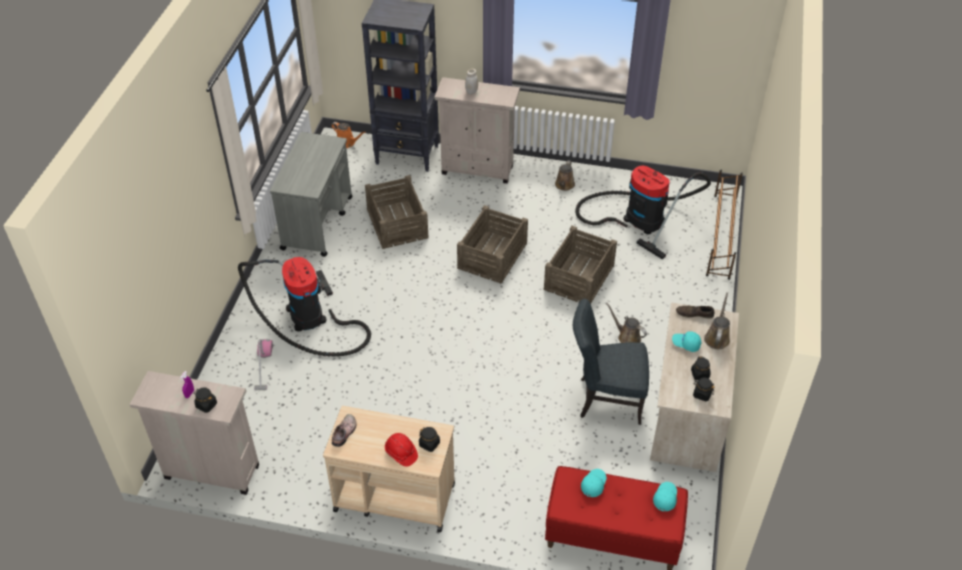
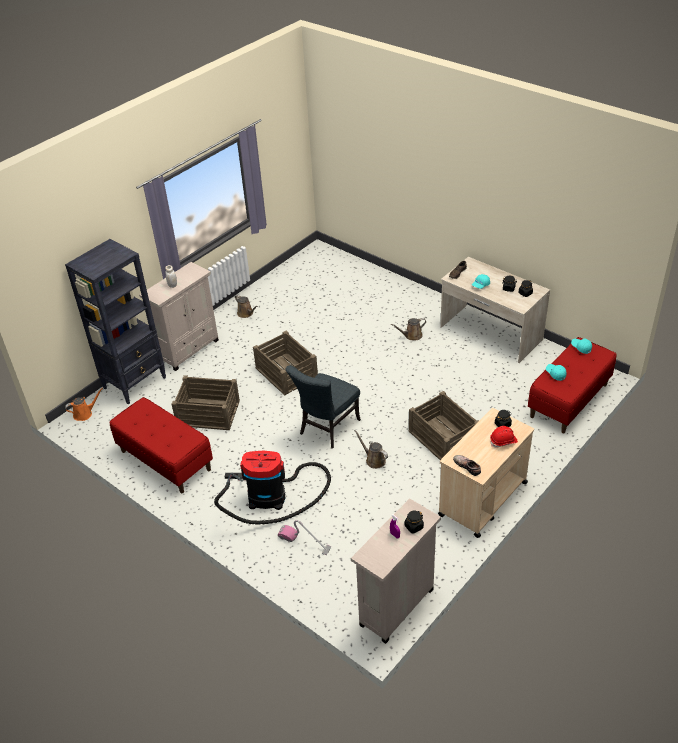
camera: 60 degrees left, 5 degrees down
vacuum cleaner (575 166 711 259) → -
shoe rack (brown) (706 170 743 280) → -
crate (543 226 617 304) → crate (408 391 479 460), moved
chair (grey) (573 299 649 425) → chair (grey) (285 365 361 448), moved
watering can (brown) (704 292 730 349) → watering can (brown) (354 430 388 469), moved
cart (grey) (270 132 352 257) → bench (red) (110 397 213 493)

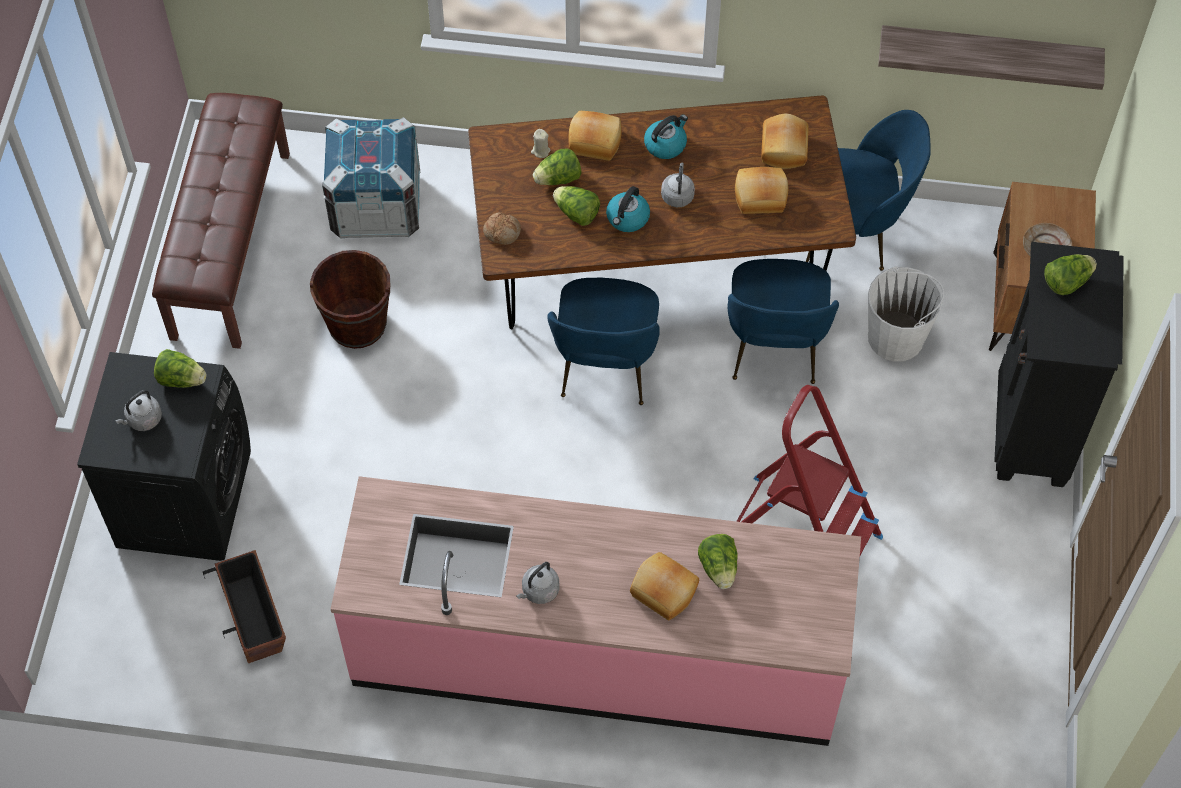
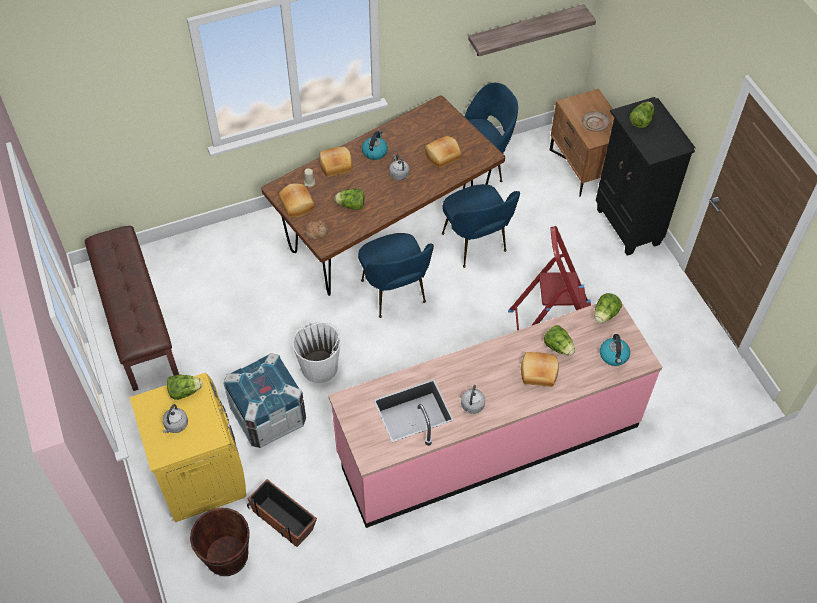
camera: 30 degrees left, 5 degrees down
bucket (brown) (310 250 391 349) → bucket (brown) (190 508 250 576), moved
crate (322 117 420 238) → crate (223 353 306 448), moved
lettuce (533 148 582 185) → lettuce (595 293 622 323), moved
kettle (606 186 650 232) → kettle (600 334 630 366), moved
bread (761 113 809 169) → bread (279 183 315 218), moved
bucket (white) (868 266 944 362) → bucket (white) (292 322 341 383), moved
washing machine (black) (77 352 251 561) → washing machine (yellow) (129 372 246 522)

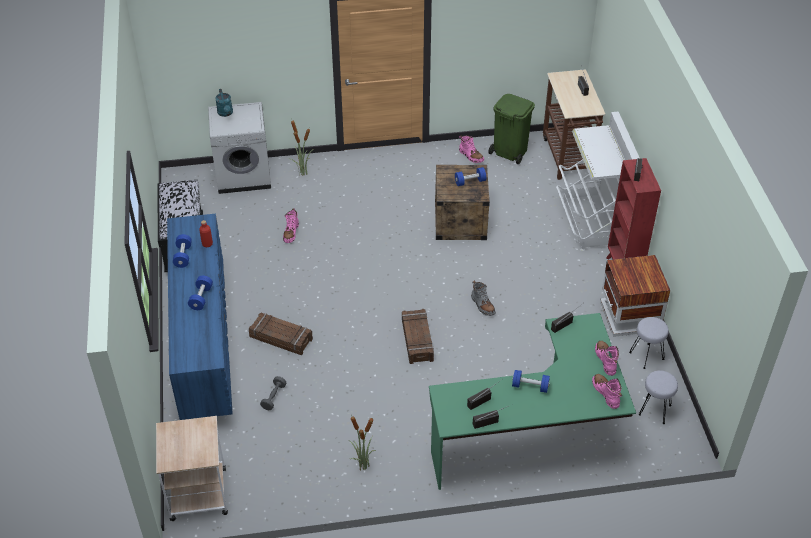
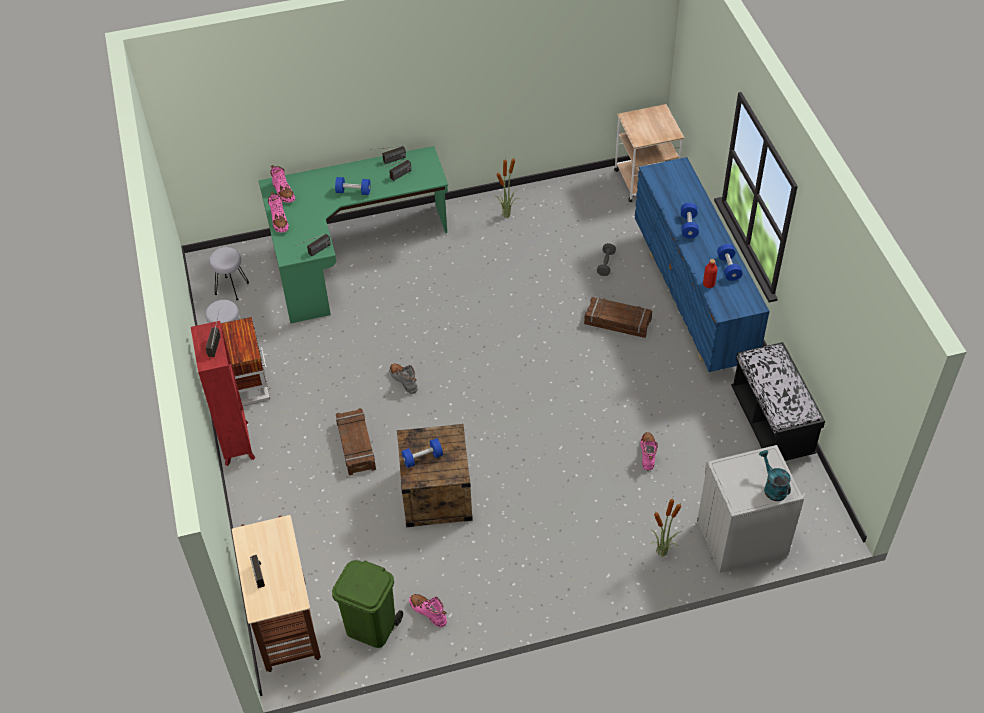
camera: 175 degrees right, 5 degrees up
shoe rack (white) (556 112 640 251) → -
crate (402 309 434 364) → crate (336 408 376 475), moved

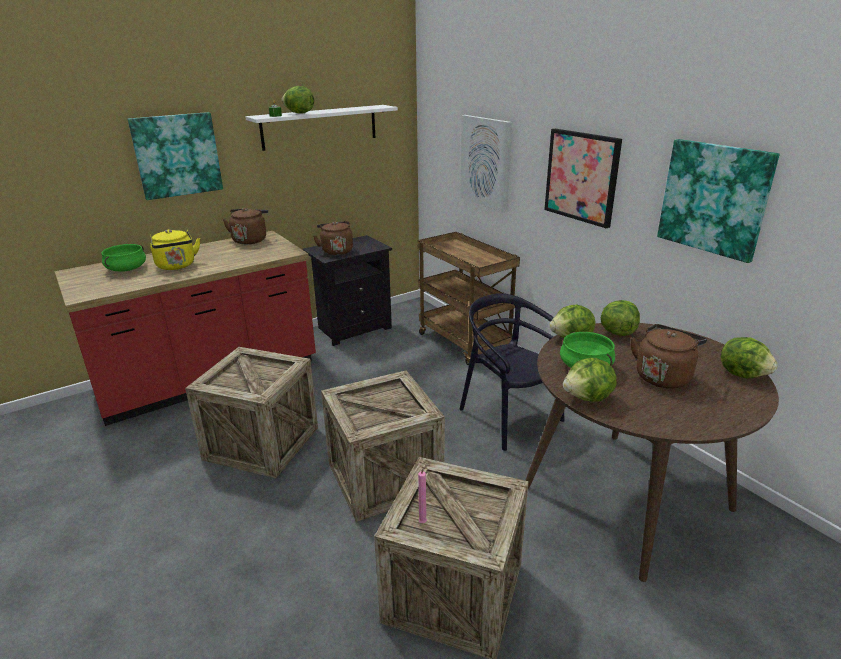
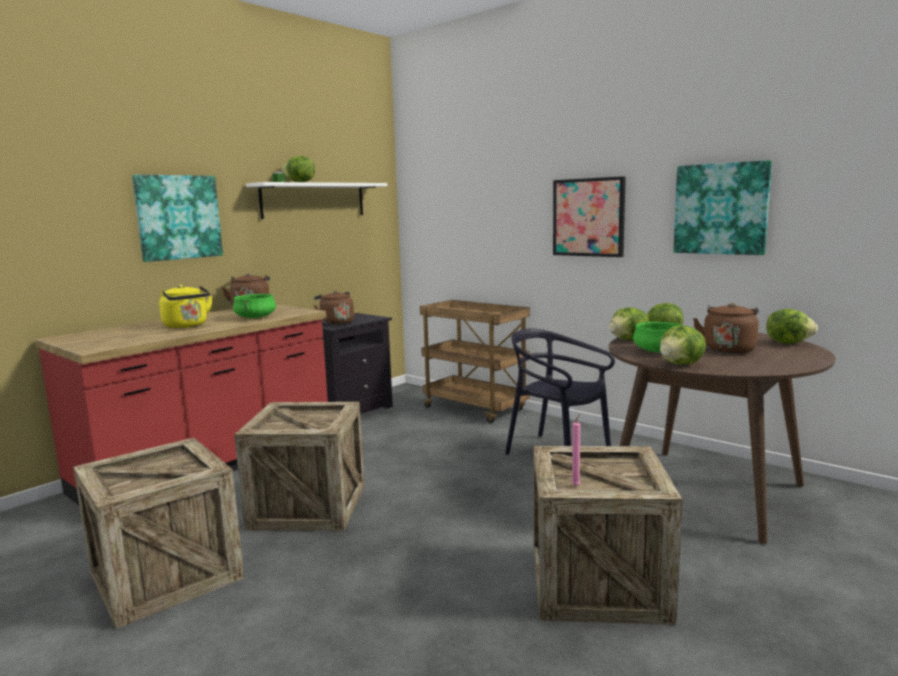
camera: 15 degrees left, 15 degrees down
picture (460 115 512 212) → -
cooking pot (green) (101 244 146 272) → cooking pot (green) (233 294 276 318), moved
crate (321 371 445 522) → crate (73 438 244 629), moved

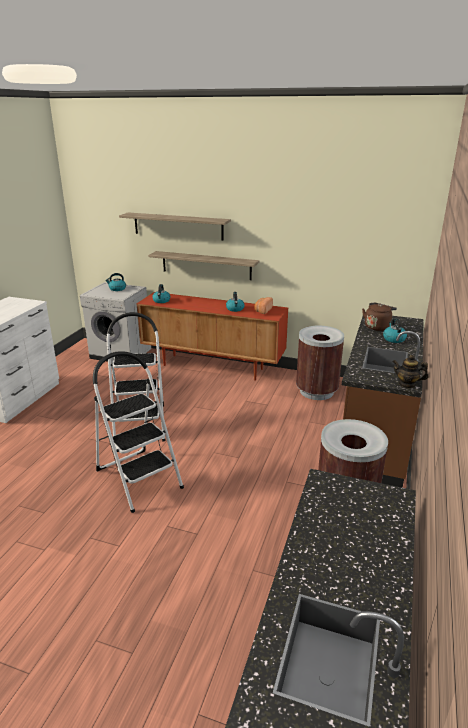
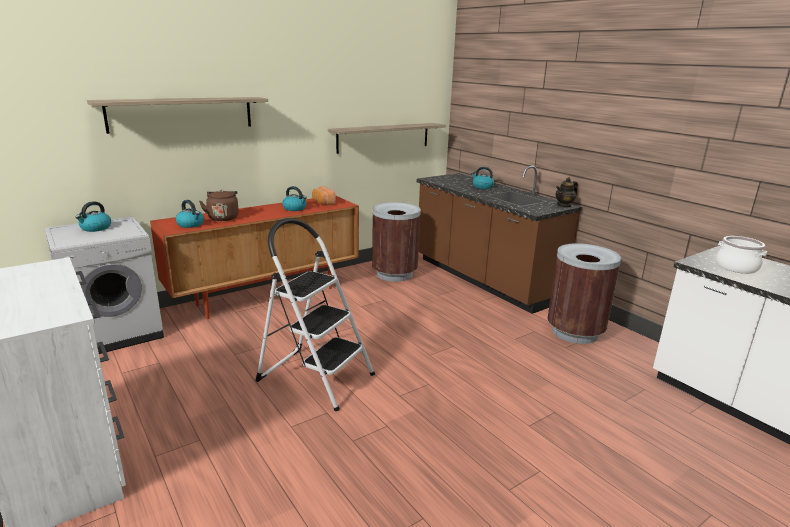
camera: 55 degrees left, 5 degrees down
step ladder (93 351 184 513) → -
- → cooking pot (716 236 767 274)
shelf (148 251 259 280) → shelf (328 123 446 154), moved
kettle (brown) (362 303 397 331) → kettle (brown) (199 190 239 221), moved

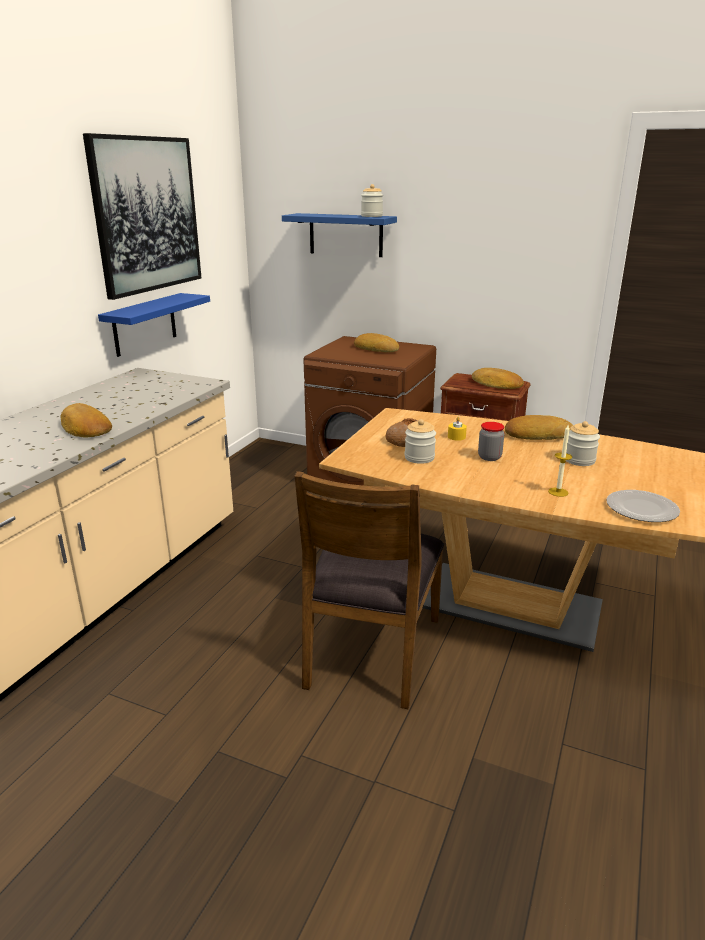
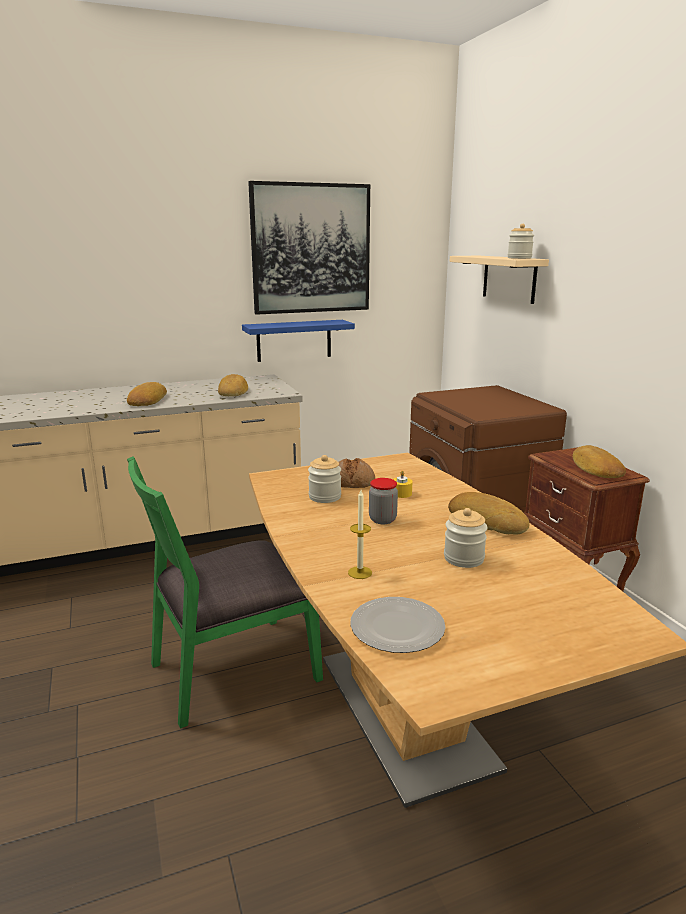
camera: 45 degrees right, 5 degrees down
bread (354 333 399 352) → bread (218 374 248 396), moved
shelf (blue) (282 213 397 257) → shelf (beige) (449 256 549 304)
chair (brown) (295 471 444 709) → chair (green) (127 456 323 729)

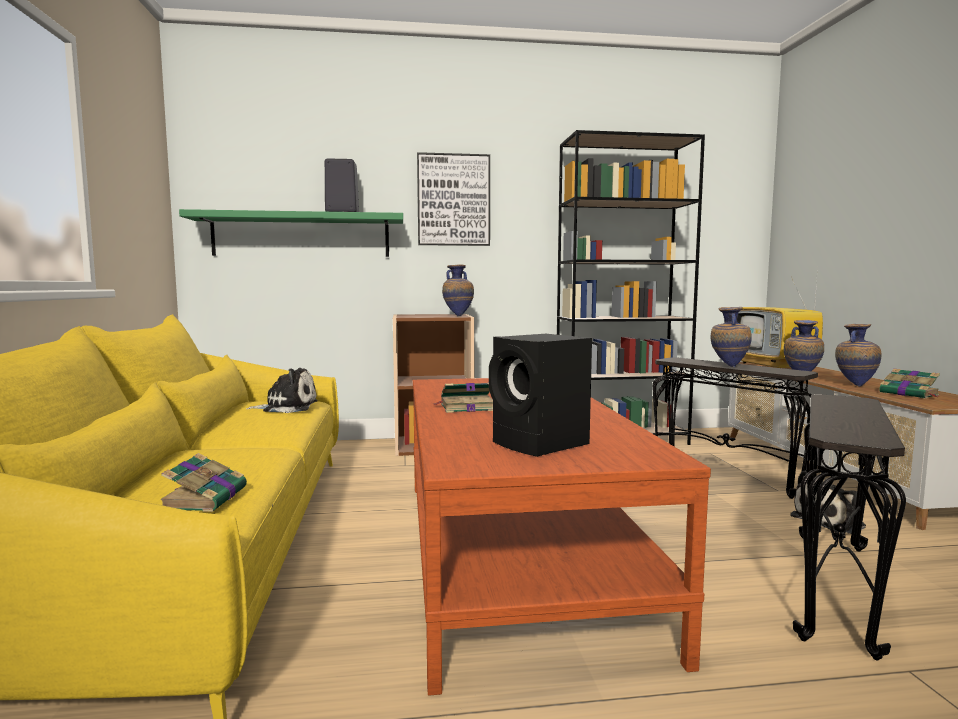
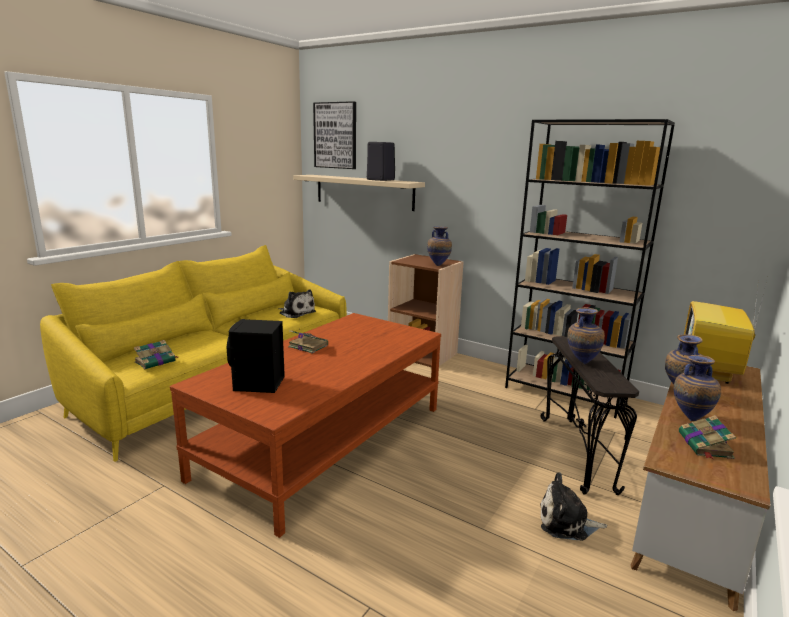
camera: 40 degrees right, 10 degrees up
side table (black) (793 394 906 661) → -
picture (417 152 490 246) → picture (313 101 356 169), moved
shelf (green) (179 209 403 257) → shelf (beige) (293 175 425 211)

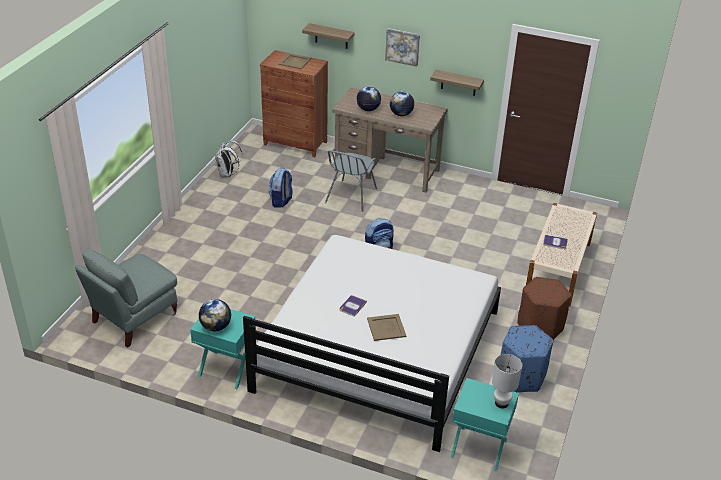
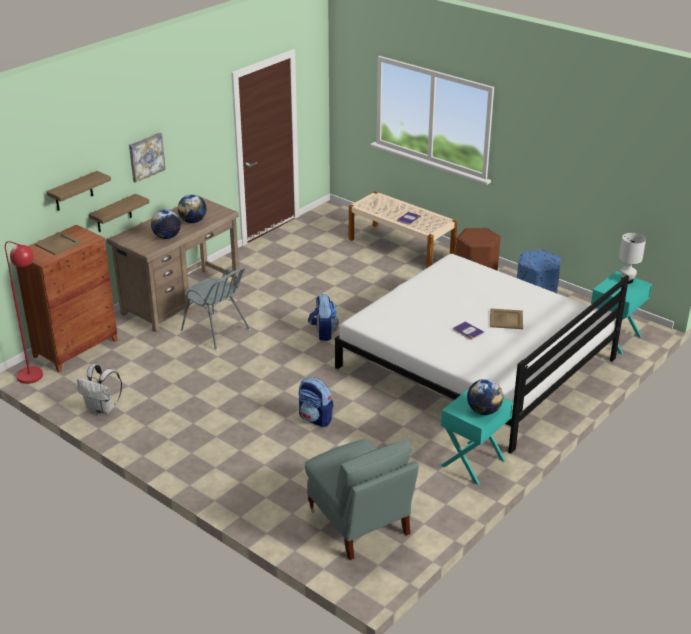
camera: 70 degrees left, 5 degrees down
- → floor lamp (red) (5 241 43 384)
backpack (269 168 293 208) → backpack (299 377 333 427), moved
shelf (430 70 484 96) → shelf (89 193 149 232), moved

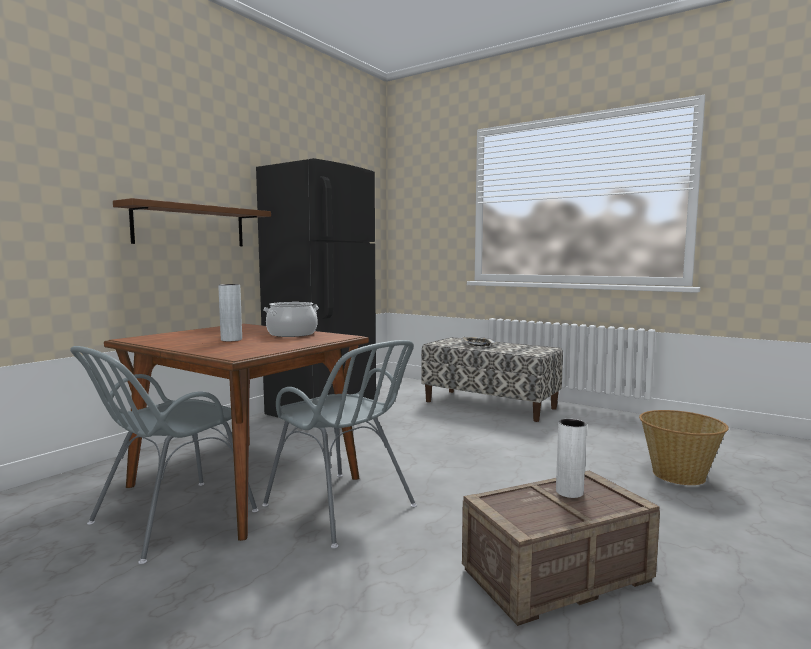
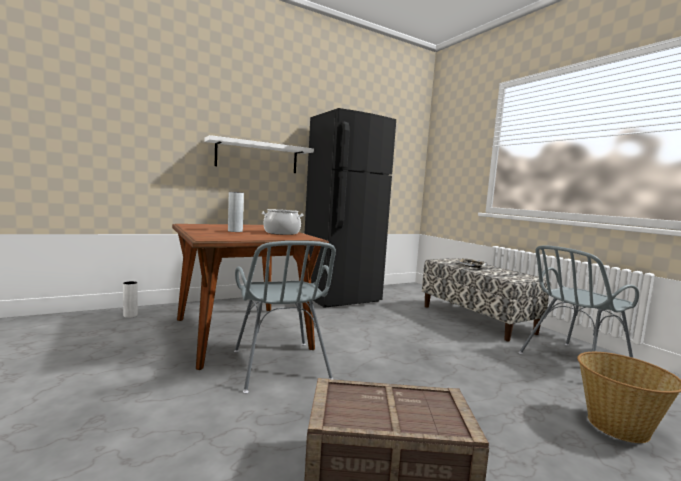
camera: 25 degrees right, 0 degrees up
chair (grey) (70 346 259 564) → chair (grey) (518 246 639 358), moved
vase (white) (556 419 587 498) → vase (white) (123 281 138 318), moved
shelf (brown) (113 198 271 246) → shelf (white) (204 135 314 173)

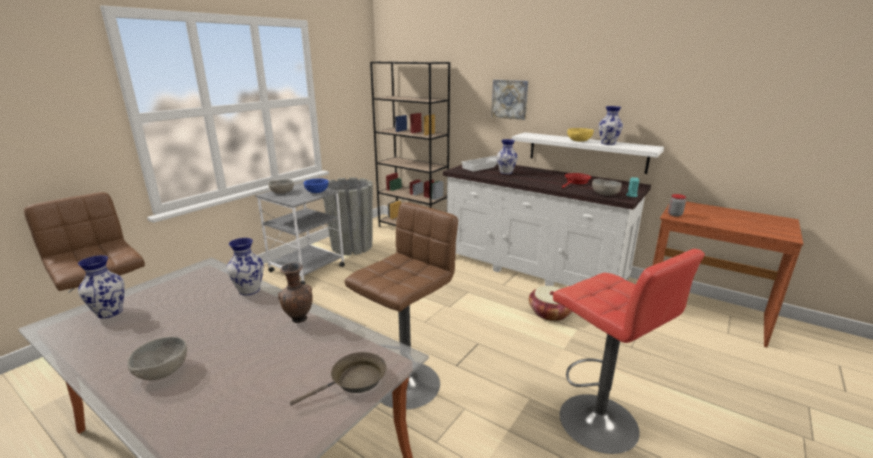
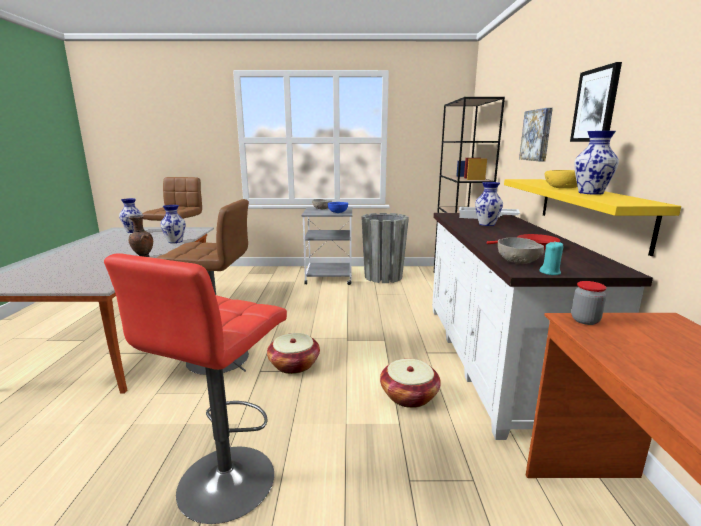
camera: 55 degrees right, 5 degrees down
bowl (grey) (127 337 187 380) → -
frying pan (brown) (290 352 387 406) → -
- → basket (267 333 320 374)
- → picture (570 62 622 142)
shelf (white) (512 132 664 174) → shelf (yellow) (504 179 681 256)

